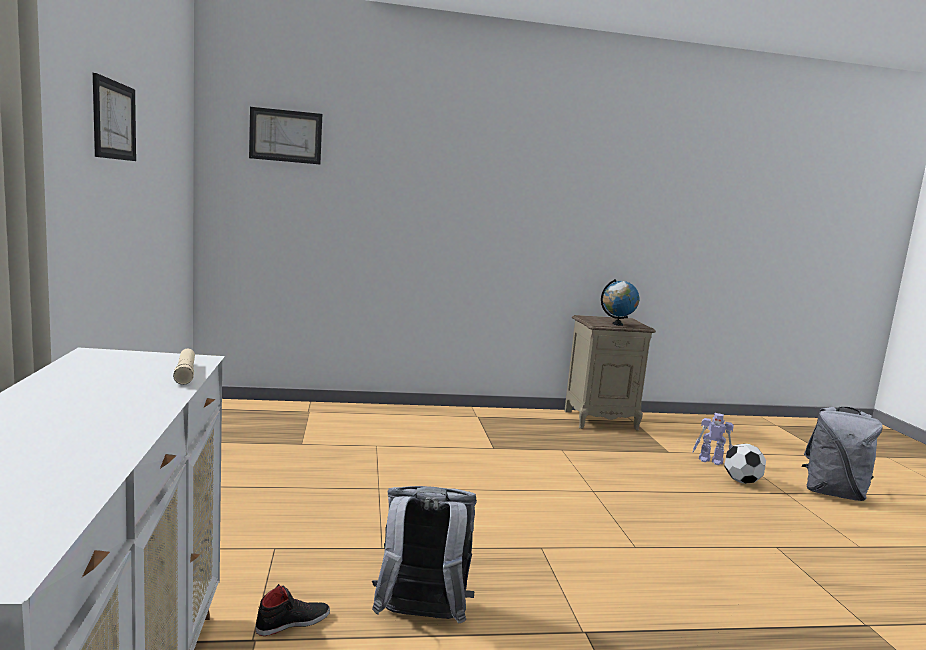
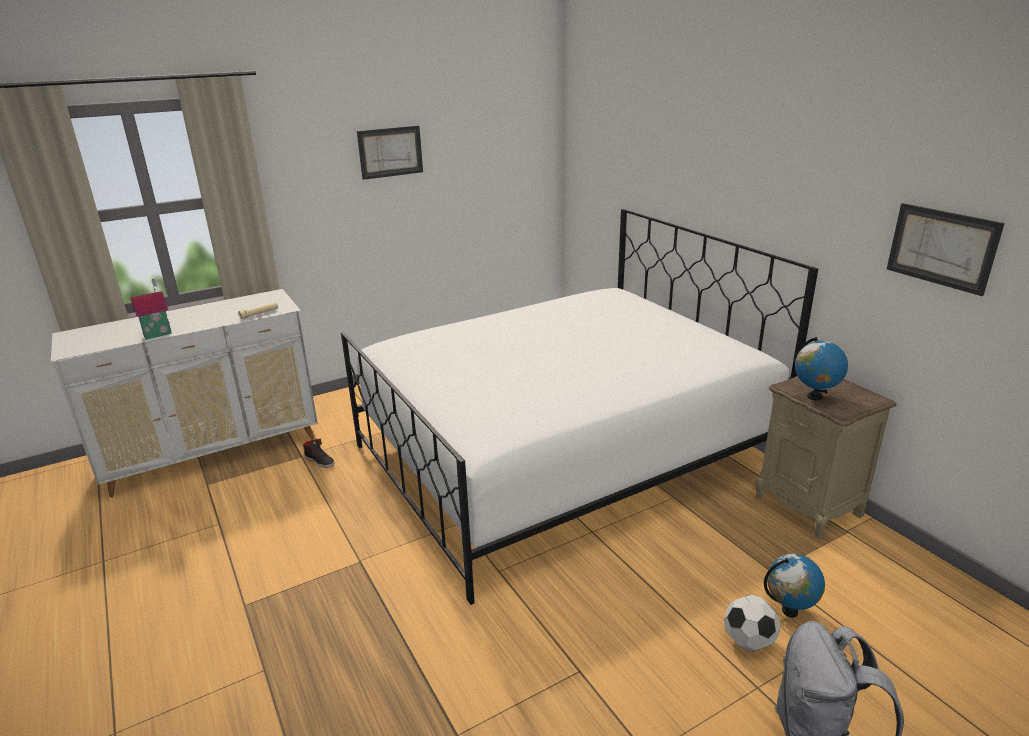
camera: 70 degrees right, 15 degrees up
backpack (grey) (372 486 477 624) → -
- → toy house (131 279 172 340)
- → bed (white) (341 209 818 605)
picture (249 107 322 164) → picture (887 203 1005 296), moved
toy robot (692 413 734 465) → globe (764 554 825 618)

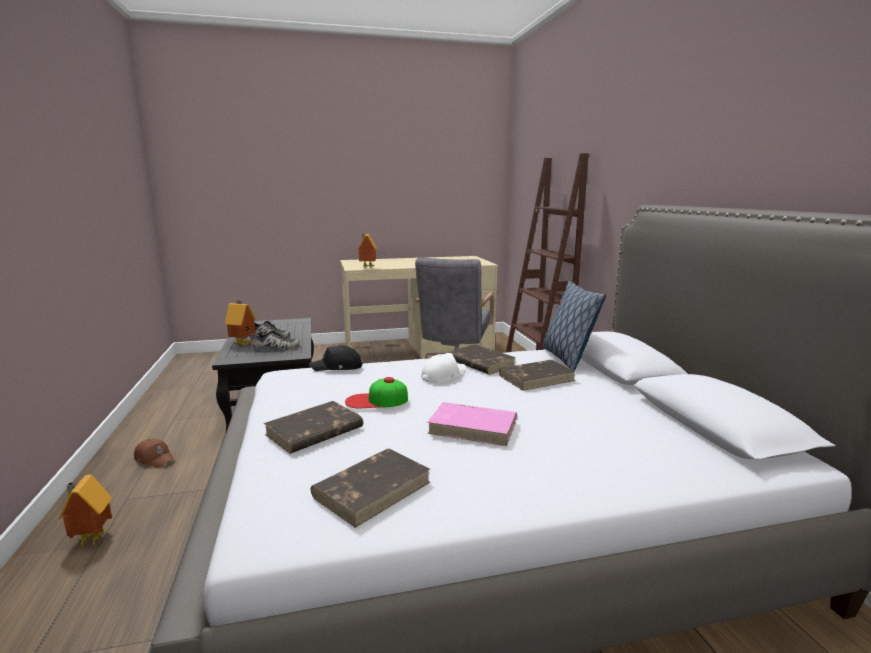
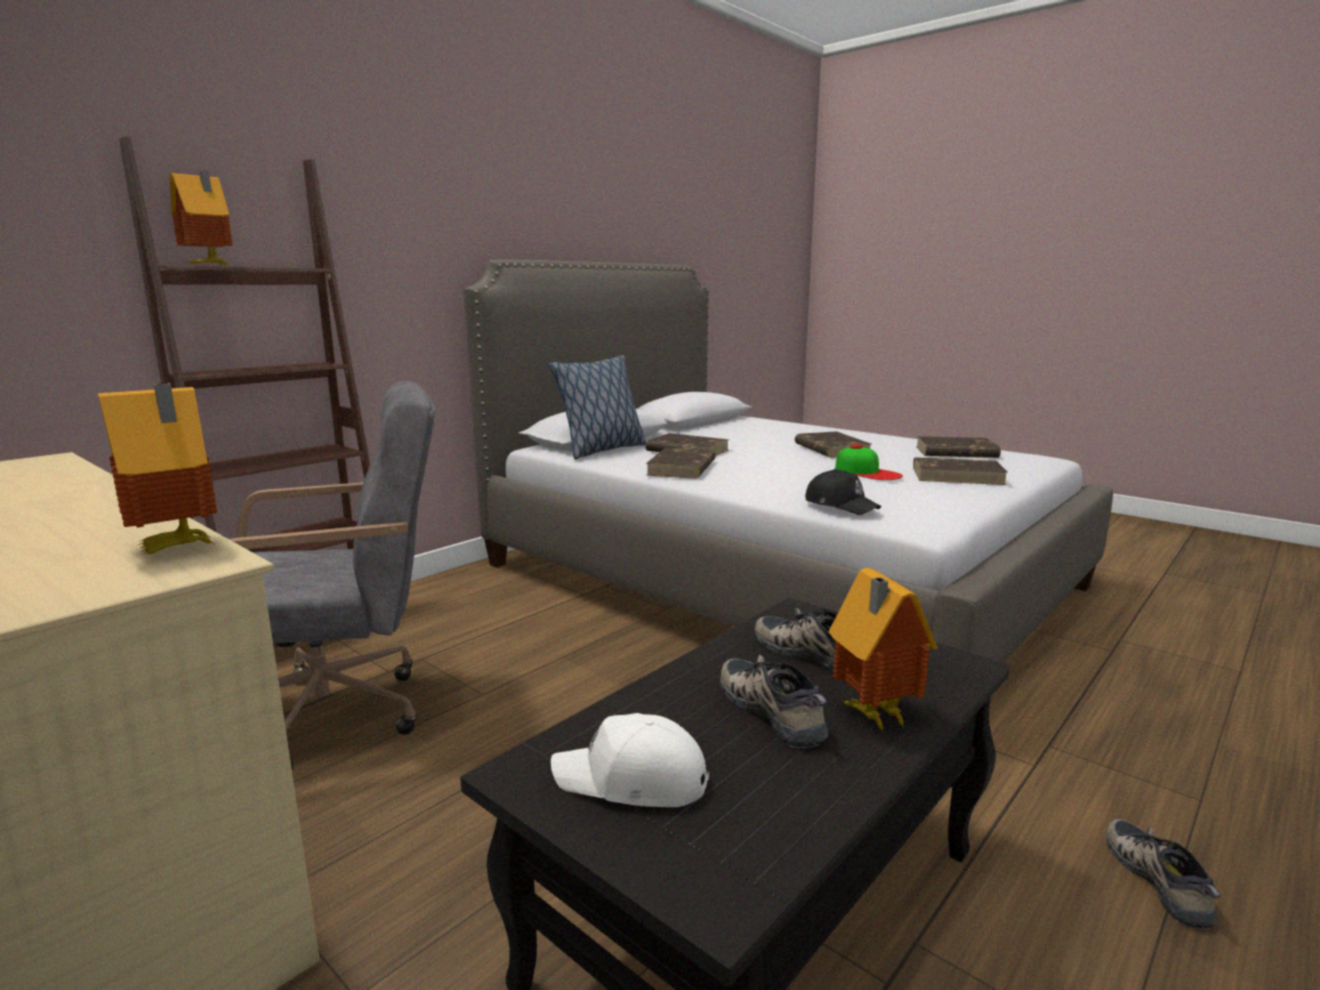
camera: 125 degrees left, 0 degrees up
toy house (59 474 112 547) → toy house (170 170 233 265), moved
cap (white) (422 353 466 383) → cap (white) (551 713 709 807), moved
cap (brown) (134 438 175 468) → shoe (1106 819 1221 929)
book (pink) (427 402 517 446) → book (brown) (795 431 871 458)

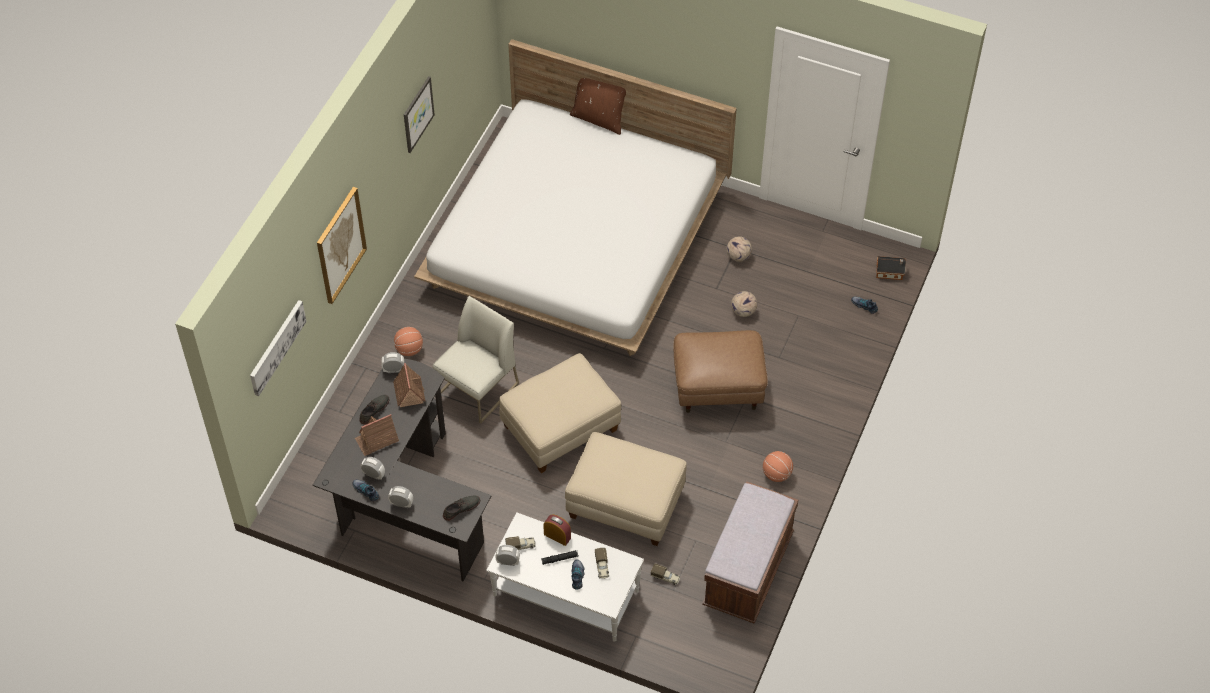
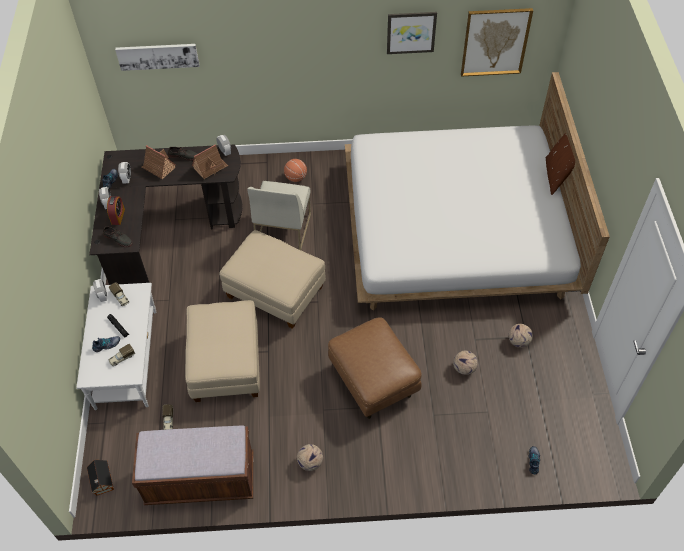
camera: 65 degrees right, 0 degrees up
picture (317 187 367 304) → picture (461 8 533 77), moved
alarm clock (543 514 571 546) → alarm clock (107 196 125 225), moved
toy house (876 256 906 280) → toy house (87 460 114 496), moved
basketball (763 451 793 482) → football (297 444 323 471)
chair (white) (433 296 519 424) → chair (white) (247 181 311 250), 90 degrees clockwise

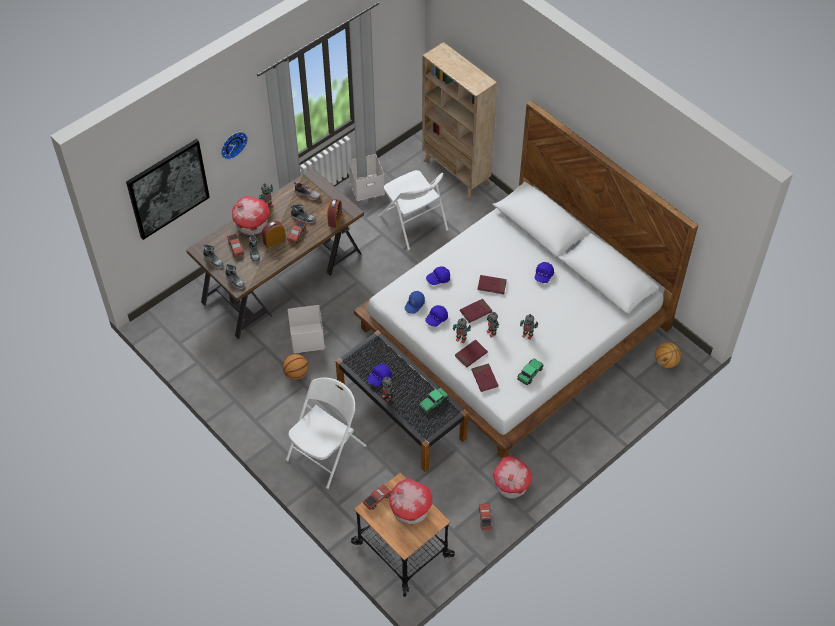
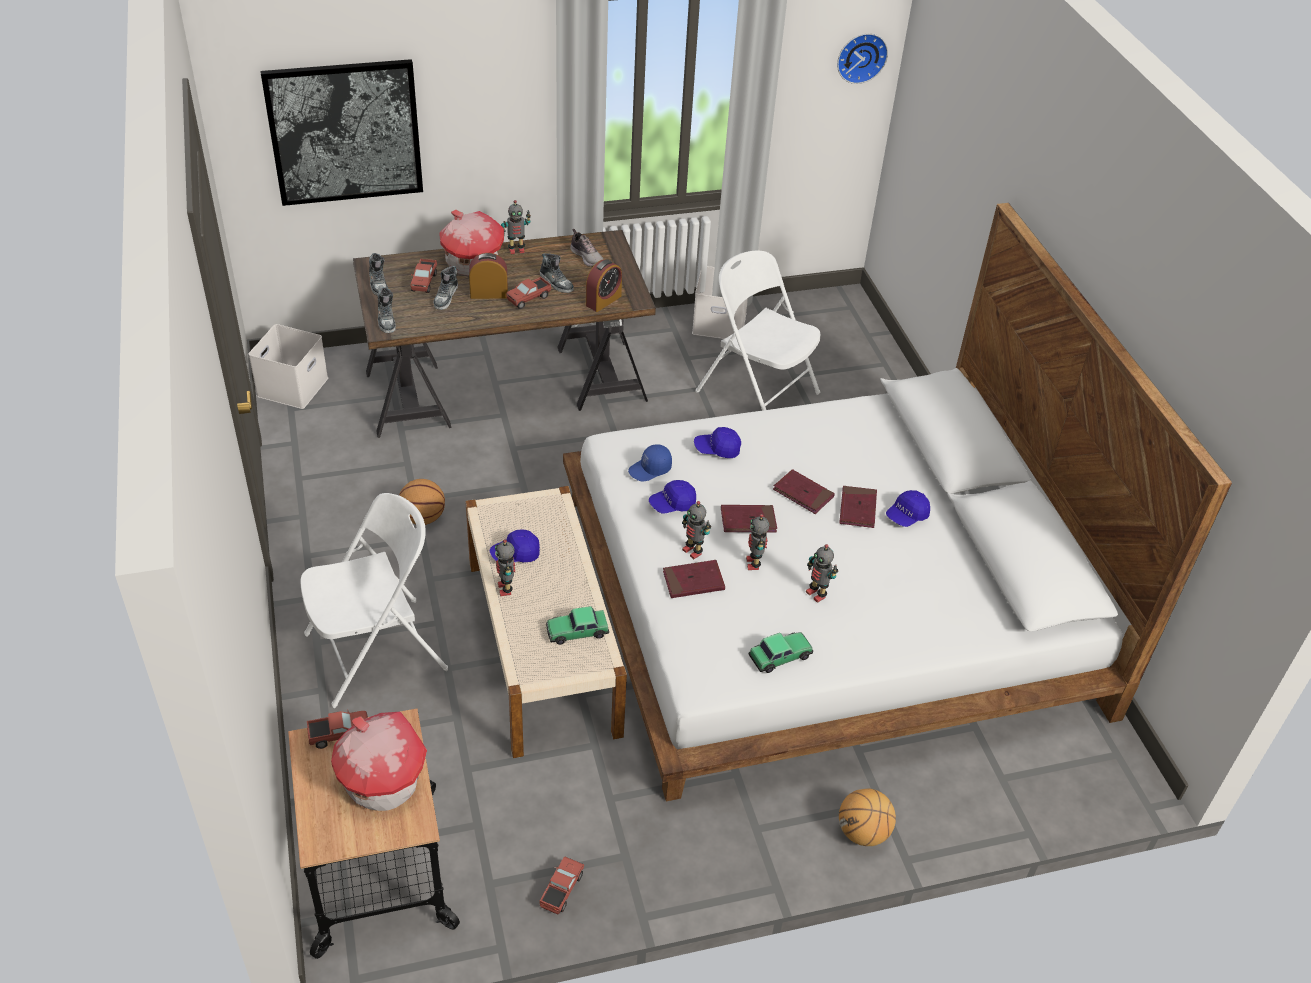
camera: 25 degrees right, 10 degrees down
bookcase (beige) (422 42 497 198) → -
toy house (493 456 533 499) → -
wall clock (221 132 248 160) → wall clock (837 33 888 84), moved
storage box (white) (288 305 325 353) → storage box (white) (248 324 328 409), moved
book (red) (471 363 498 392) → book (red) (839 486 877 528), moved
basketball (655 342 681 368) → basketball (839 788 896 846), moved
bench (black) (336 330 468 472) → bench (beige) (465 486 627 758)
chair (white) (379 170 449 250) → chair (white) (696 251 820 411), 135 degrees clockwise

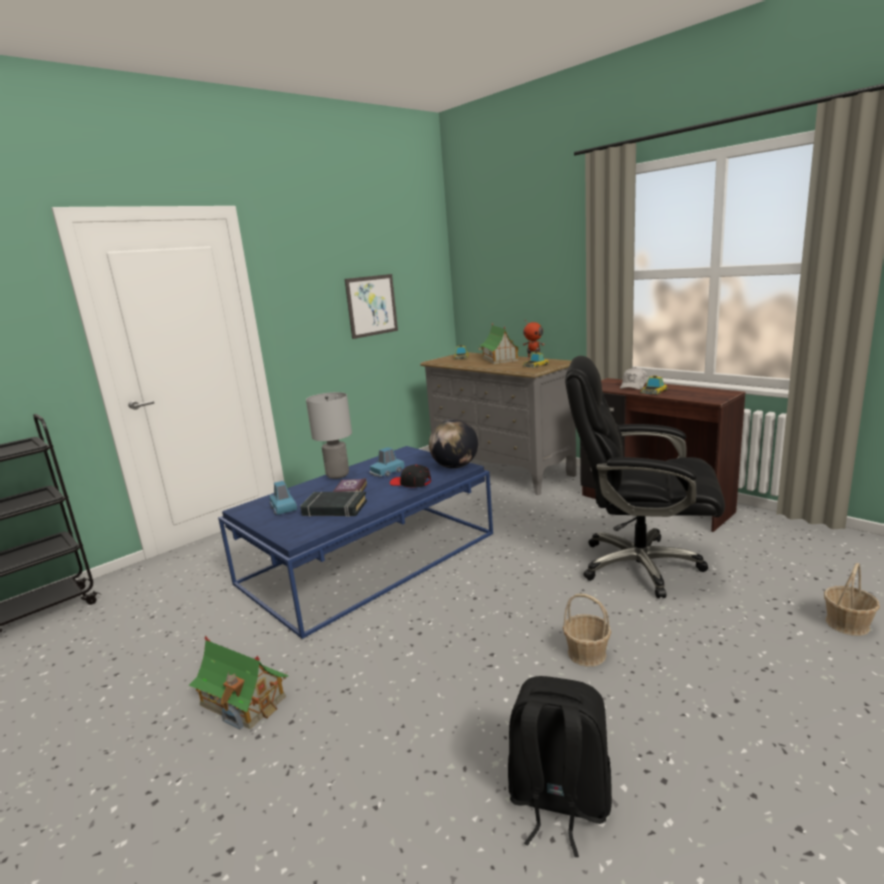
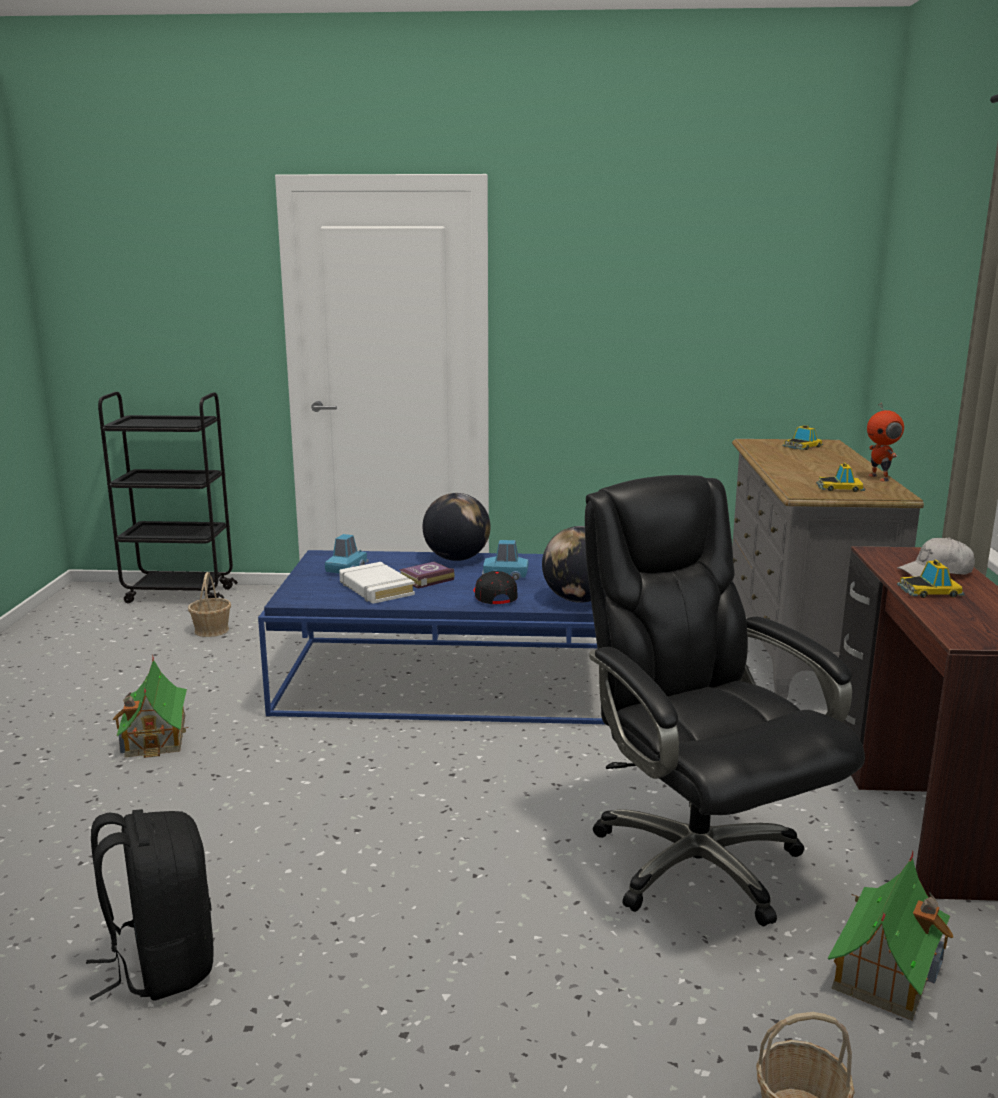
camera: 45 degrees right, 0 degrees up
picture (345 274 398 339) → -
toy house (479 323 520 364) → toy house (827 851 953 1021), moved
basket (563 594 611 667) → basket (188 572 231 637), moved
table lamp (grey) (306 392 352 479) → globe (422 493 491 561)
book (black) (300 492 367 517) → book (white) (339 562 415 604)

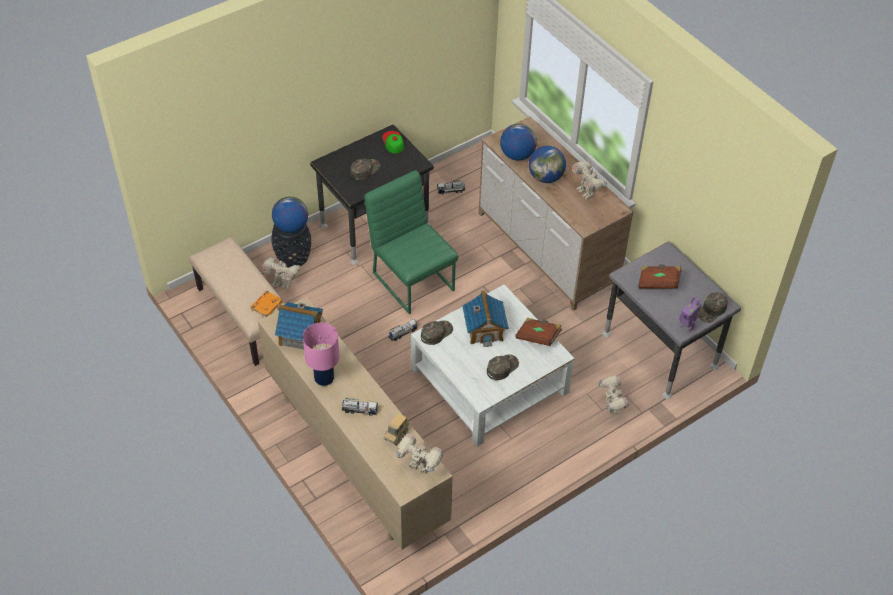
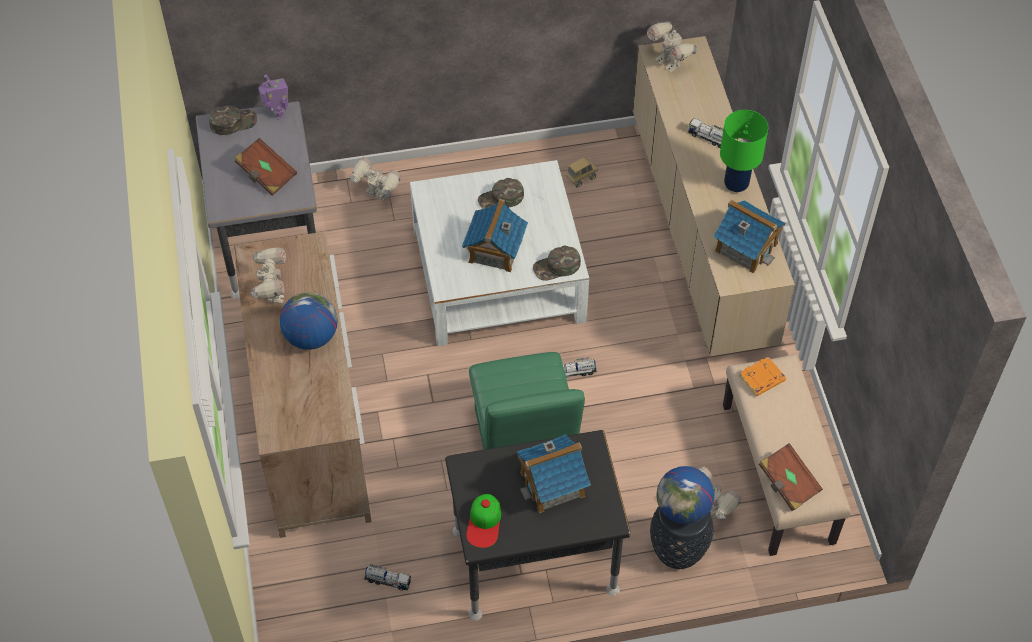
camera: 155 degrees left, 5 degrees up
globe (500 124 537 161) → -
toy truck (384 413 409 445) → toy truck (565 157 598 188), moved
book (brown) (515 318 562 346) → book (brown) (759 443 823 511), moved
cap (green) (350 159 380 180) → toy house (517 434 591 513)
table lamp (pink) (303 323 340 386) → table lamp (green) (720 110 768 192)
toy robot (599 375 629 414) → toy robot (349 157 401 201), 105 degrees clockwise

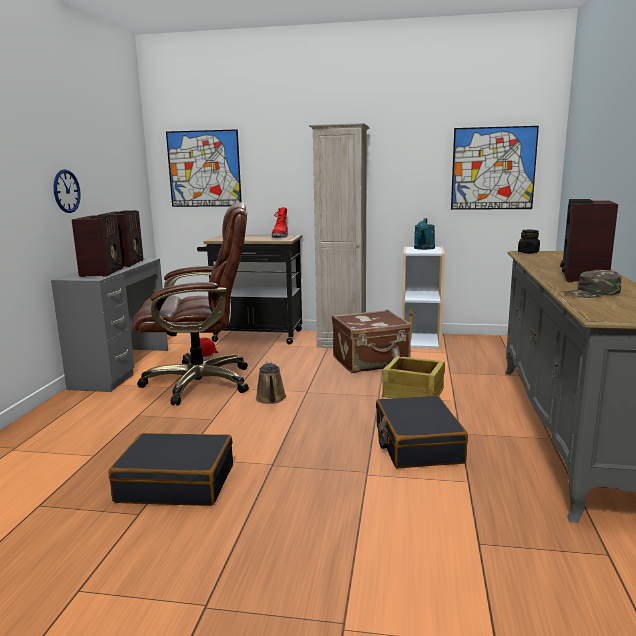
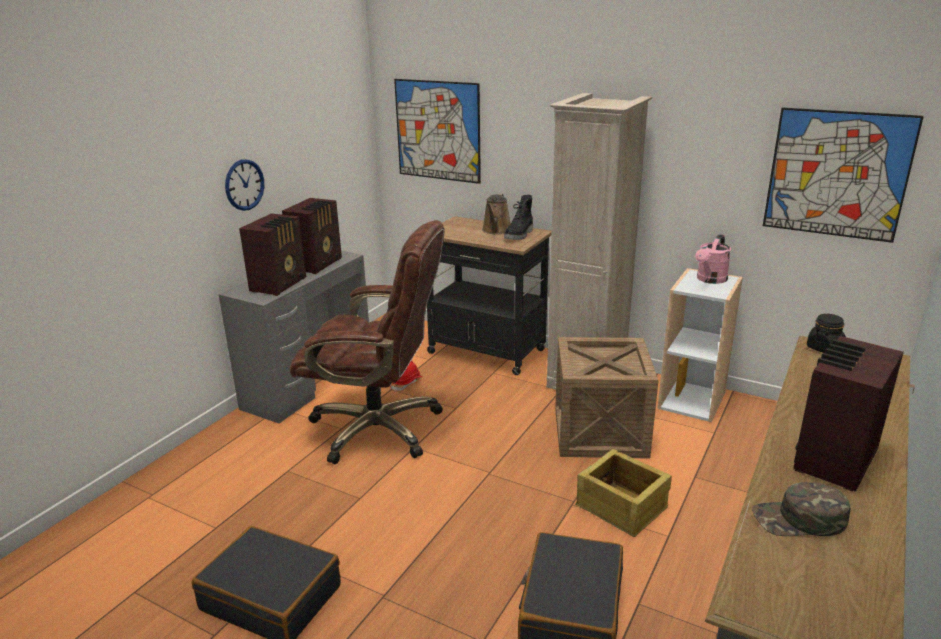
camera: 20 degrees right, 10 degrees up
watering can (brown) (256 361 286 404) → watering can (brown) (482 194 511 234), moved
suitcase (brown) (332 310 412 373) → crate (555 337 659 459)
boot (red) (272 207 288 238) → boot (black) (504 195 533 240)
watering can (turquoise) (414 218 435 250) → watering can (pink) (695 234 731 284)

